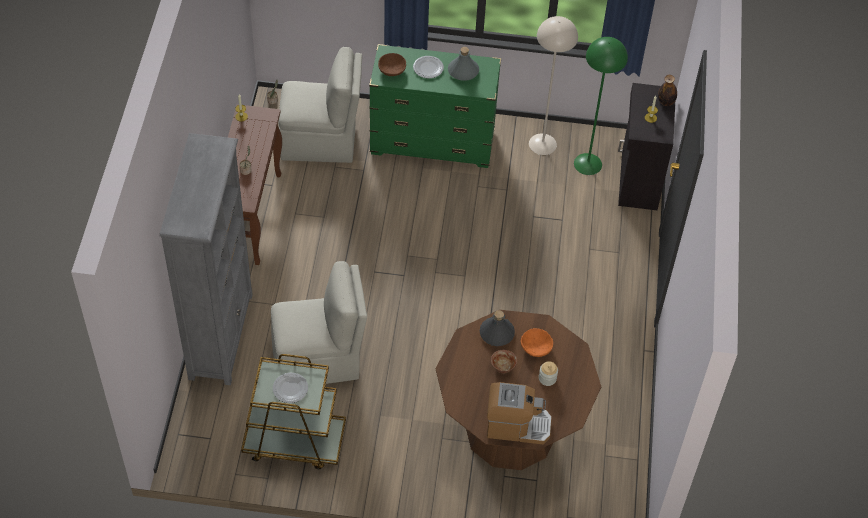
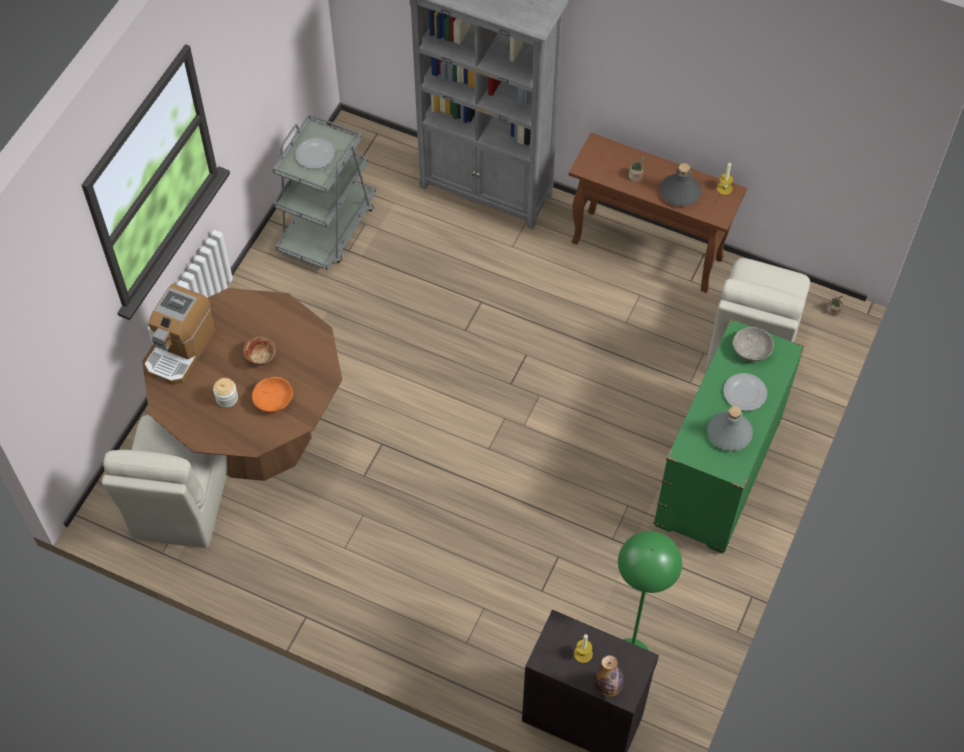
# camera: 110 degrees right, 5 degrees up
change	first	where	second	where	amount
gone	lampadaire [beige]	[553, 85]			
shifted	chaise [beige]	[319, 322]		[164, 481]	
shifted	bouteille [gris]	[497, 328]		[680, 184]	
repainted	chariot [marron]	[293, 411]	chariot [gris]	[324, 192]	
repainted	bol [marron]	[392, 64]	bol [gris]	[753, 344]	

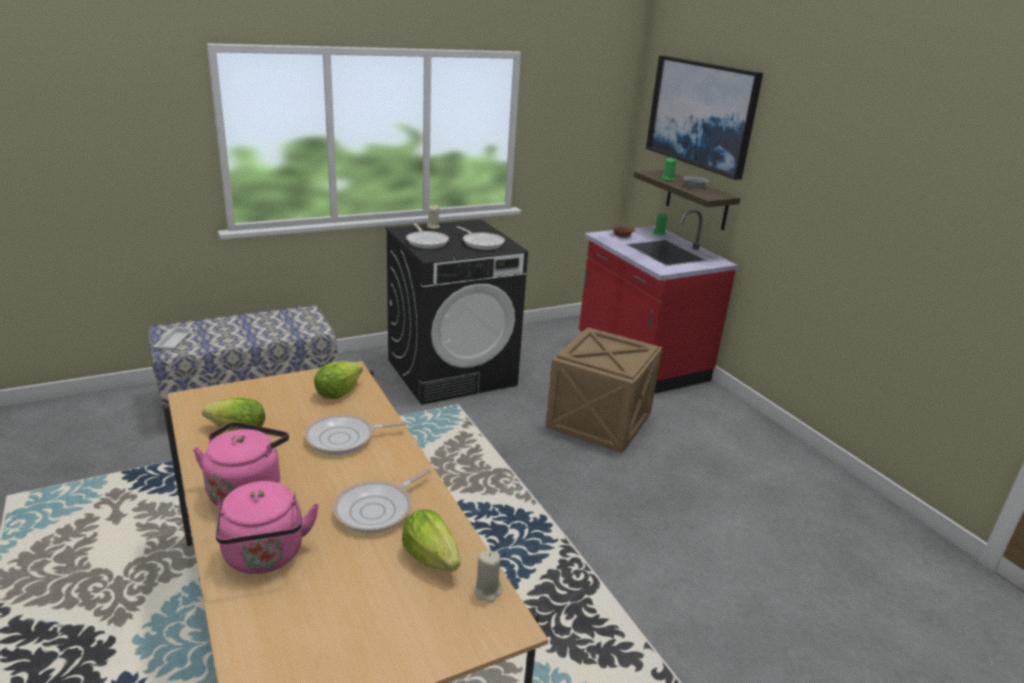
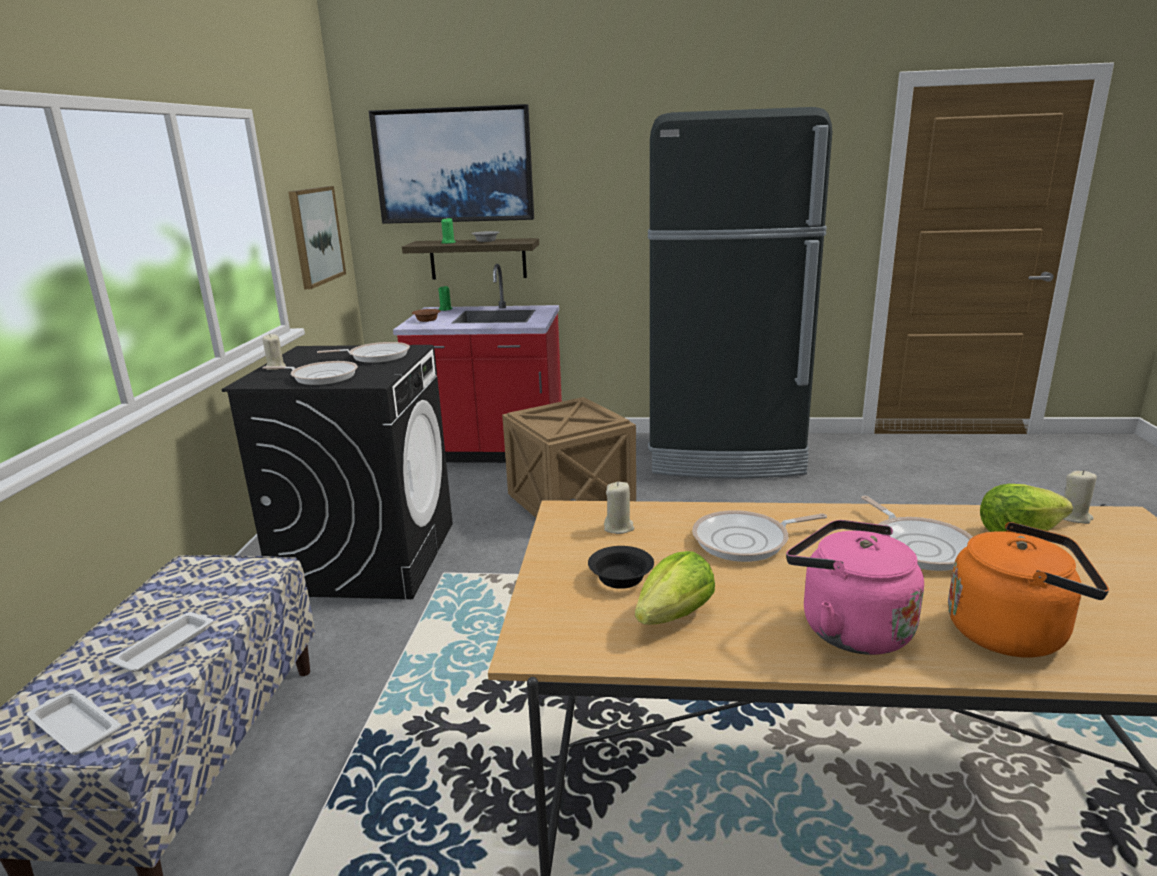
# camera: 55 degrees left, 5 degrees down
change	first	where	second	where	amount
new			plateau [blanc]	[161, 642]	
new			tableau	[317, 237]	
new			bol [noir]	[621, 567]	
new			réfrigérateur [noir]	[740, 292]	
swapped	laitue	[338, 380]	bougie [beige]	[619, 508]	
repainted	bouilloire [rose]	[267, 527]	bouilloire [orange]	[1028, 590]	
rotated	poêle	[356, 434]		[759, 536]	60 degrees clockwise

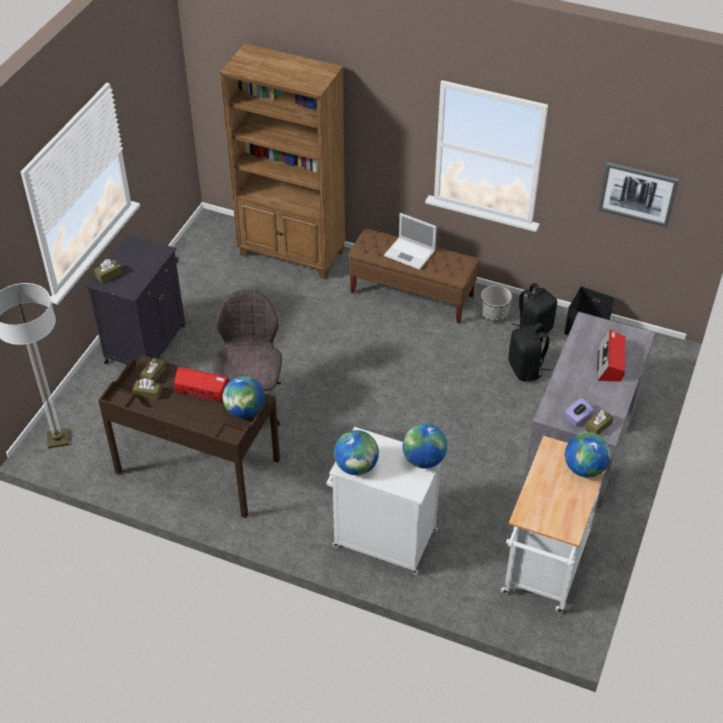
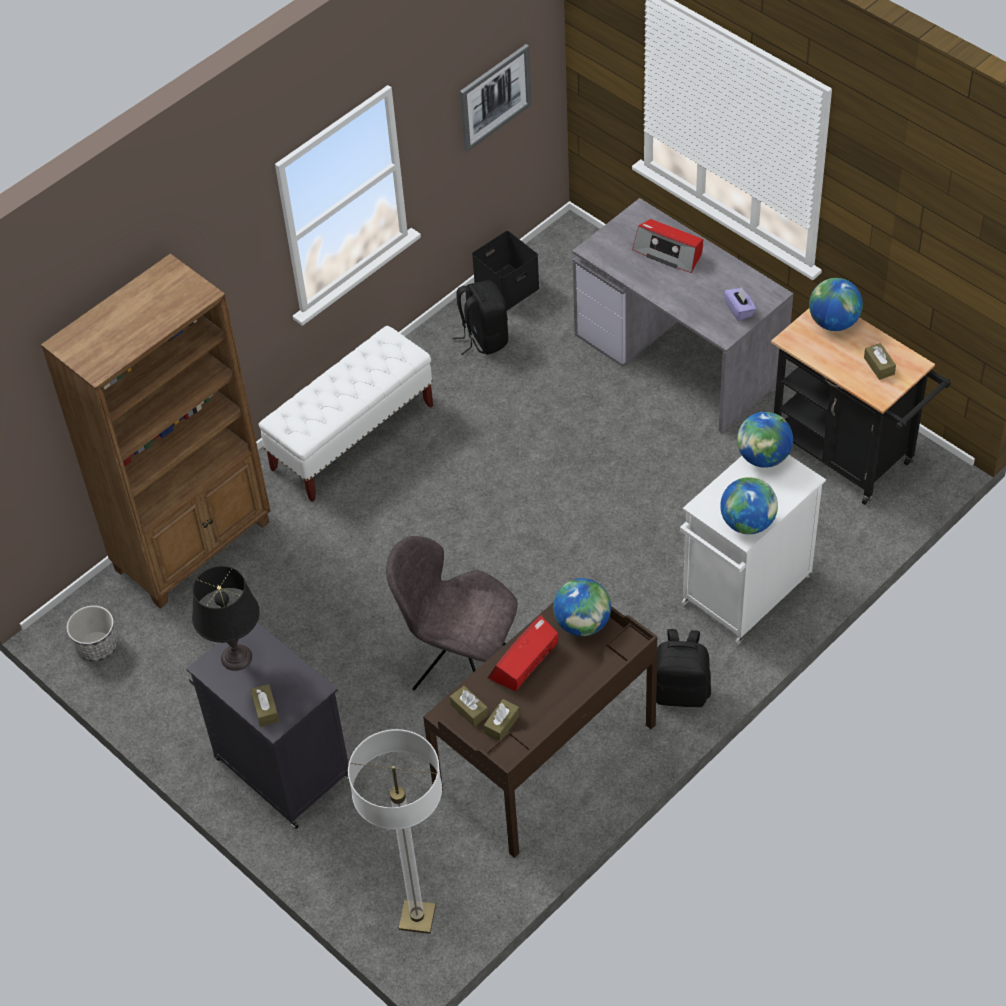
# camera: 65 degrees left, 5 degrees up
change	first	where	second	where	amount
gone	ordinateur portable	[410, 241]			
new			lampe de table [noir]	[226, 618]	
shifted	cache-pot	[496, 303]		[92, 633]	
shifted	sac à dos [noir]	[529, 352]		[683, 668]	
shifted	boîte à mouchoirs [marron]	[599, 422]		[880, 361]	
repainted	banc [marron]	[413, 276]	banc [blanc]	[346, 414]	
repainted	chariot [blanc]	[553, 524]	chariot [noir]	[860, 407]	

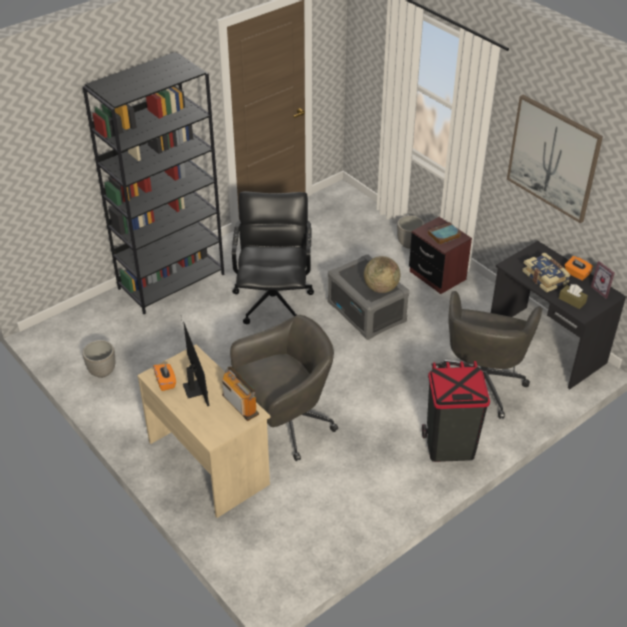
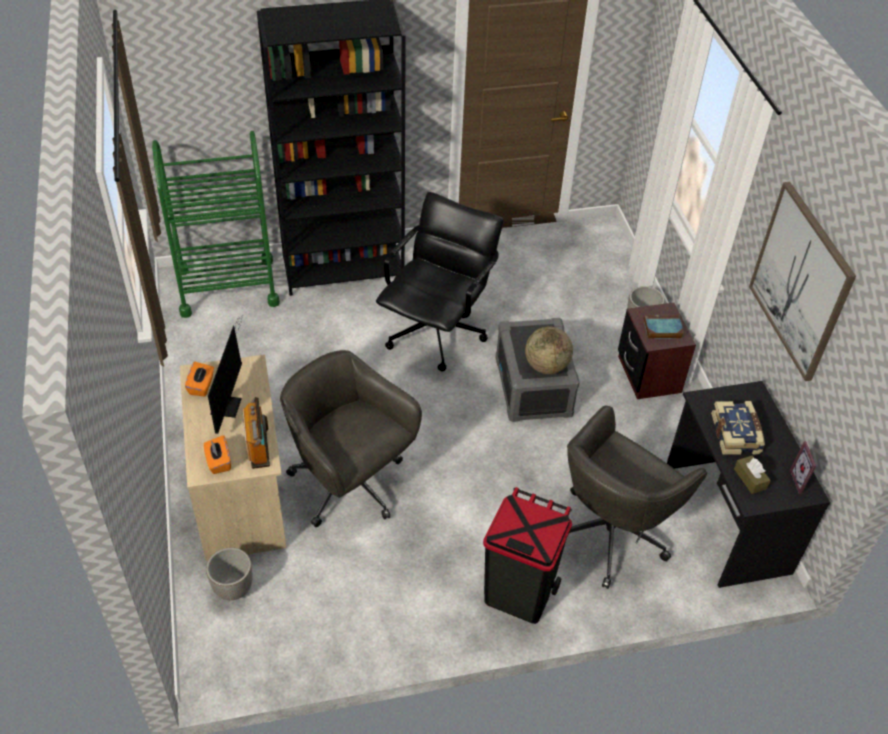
# camera: 25 degrees right, 5 degrees up
change	first	where	second	where	amount
new			chariot [vert]	[216, 224]	
shifted	cache-pot	[98, 359]		[229, 574]	
shifted	boîte à mouchoirs [orange]	[579, 268]		[217, 454]	
rotated	chaise de bureau [gris]	[284, 388]		[351, 438]	135 degrees counterclockwise

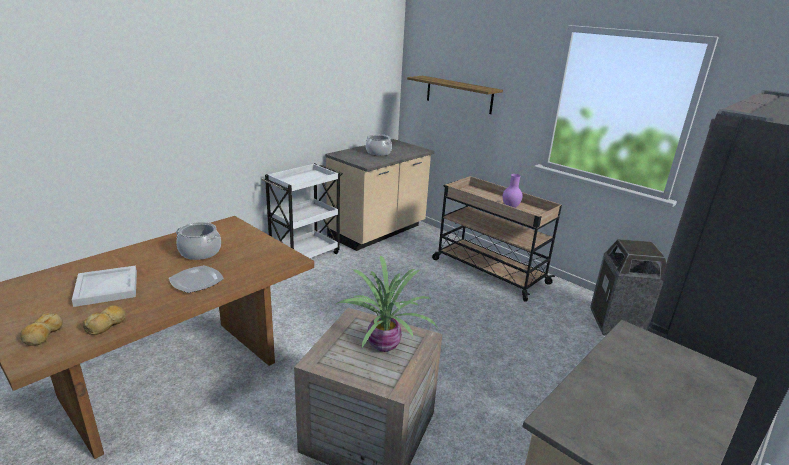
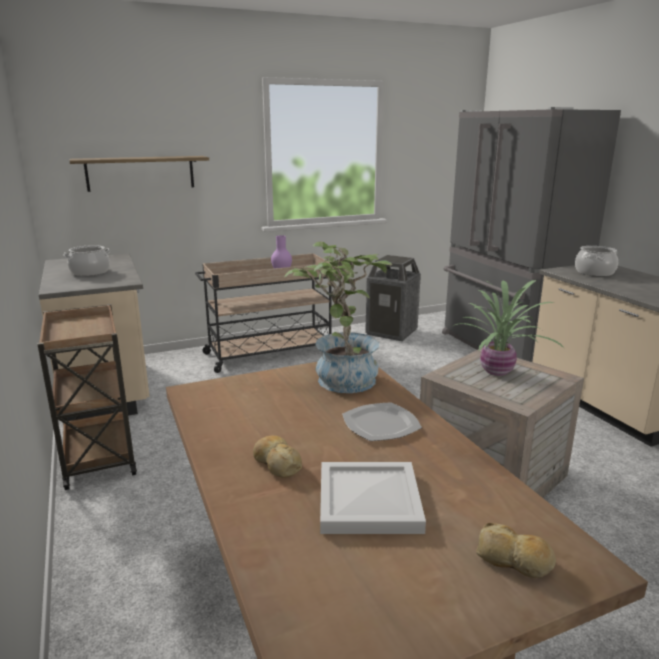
# camera: 65 degrees left, 5 degrees down
change	first	where	second	where	amount
new			plante en pot	[338, 317]	
shifted	pain	[104, 320]		[277, 456]	
shifted	marmite	[198, 241]		[596, 261]	
repainted	chariot [blanc]	[302, 210]	chariot [marron]	[87, 397]	

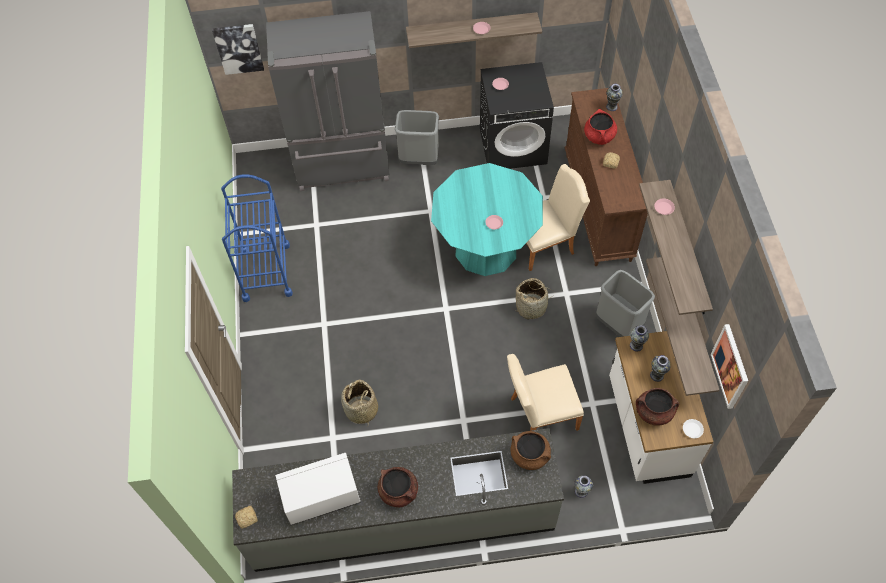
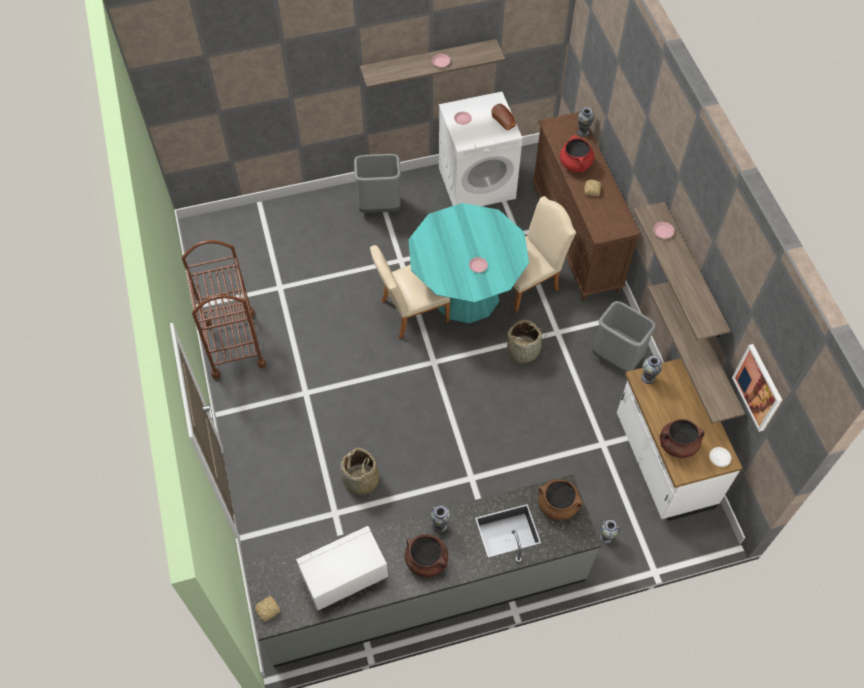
# camera: 10 degrees left, 0 degrees up
change	first	where	second	where	amount
gone	tableau	[238, 49]			
gone	réfrigérateur [gris]	[328, 101]			
new			pain	[503, 117]	
shifted	chaise [beige]	[545, 392]		[410, 292]	
shifted	vase	[660, 368]		[440, 519]	
repainted	chariot [bleu]	[257, 238]	chariot [marron]	[224, 309]	
repainted	lave-linge [noir]	[517, 115]	lave-linge [blanc]	[481, 149]	

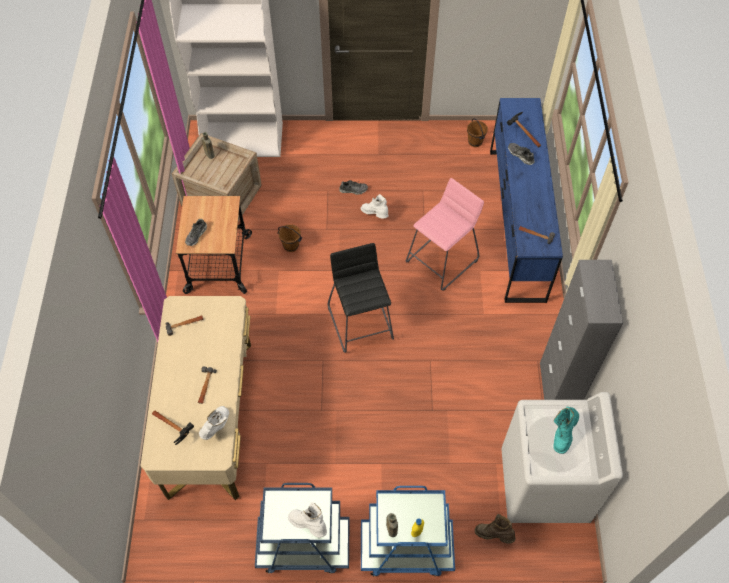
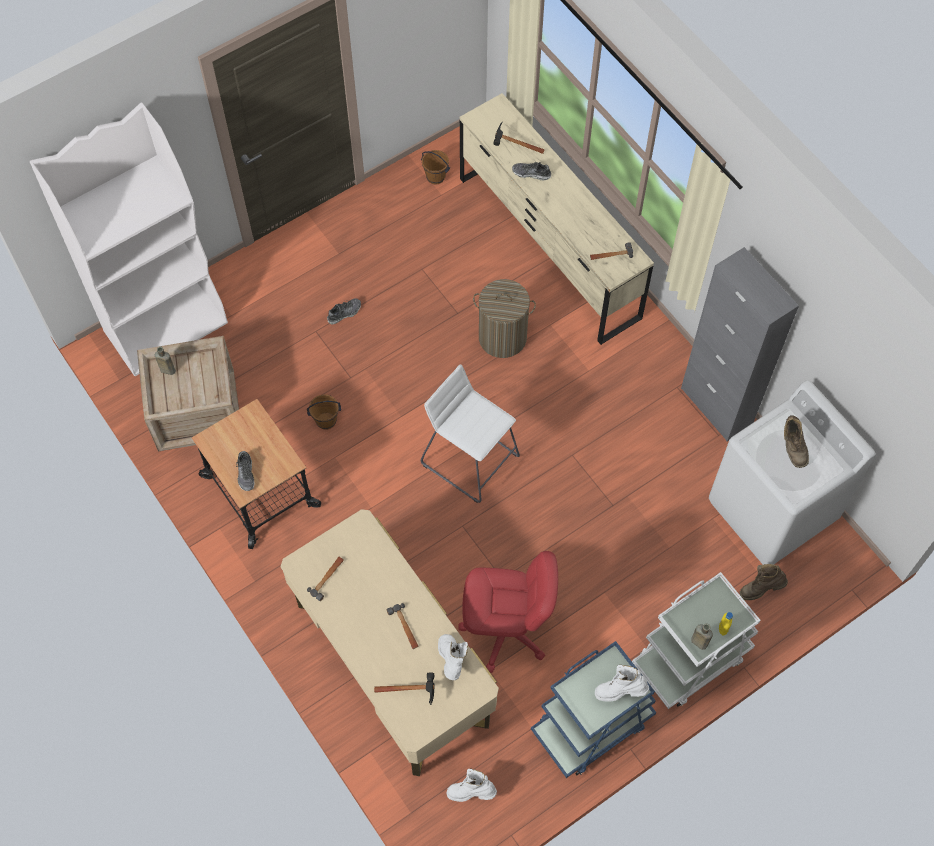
# camera: 35 degrees left, 5 degrees up
change	first	where	second	where	amount
new			chaise de bureau [rouge]	[508, 612]	
shifted	botte [blanc]	[375, 206]		[472, 785]	
swapped	tabouret [rose]	[445, 234]	panier à linge	[504, 318]	
repainted	tabouret [noir]	[361, 298]	tabouret [blanc]	[470, 433]	
repainted	chariot [bleu]	[408, 531]	chariot [blanc]	[696, 640]	
repainted	commode [bleu]	[526, 200]	commode [beige]	[557, 219]	
repainted	botte [turquoise]	[566, 430]	botte [marron]	[796, 441]	

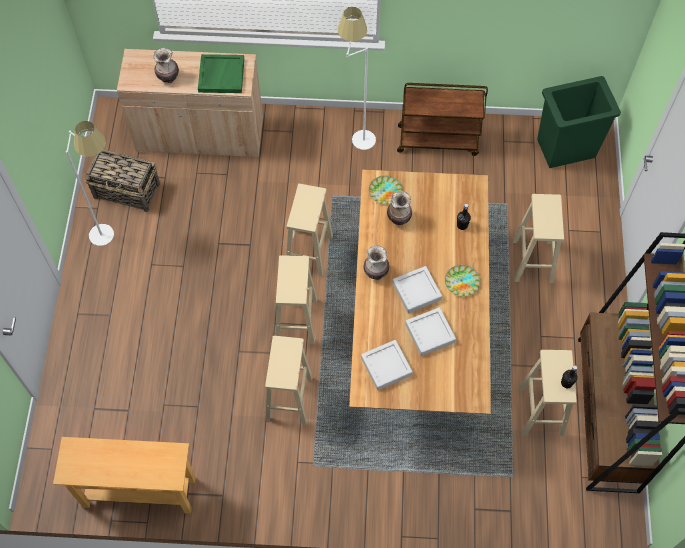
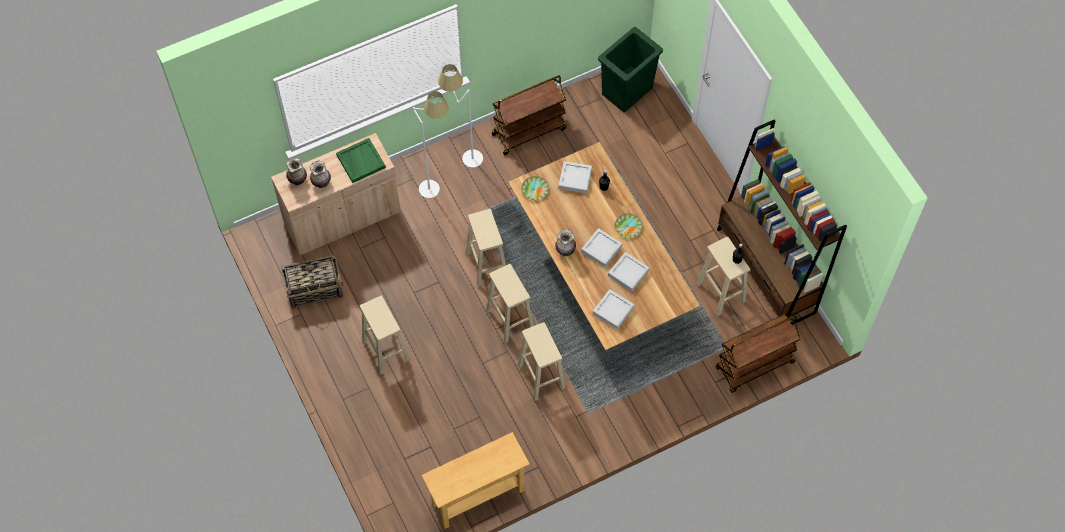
# camera: 30 degrees left, 0 degrees up
change	first	where	second	where	amount
new			plateau [gris]	[575, 177]	
new			chariot [marron]	[758, 353]	
shifted	lampadaire [blanc]	[90, 183]		[431, 144]	
shifted	vase	[399, 208]		[296, 171]	
shifted	tabouret [beige]	[538, 238]		[385, 335]	

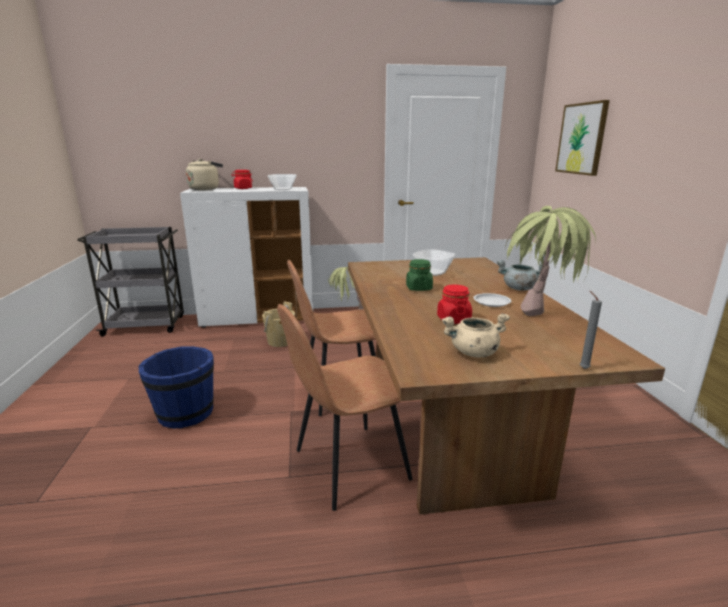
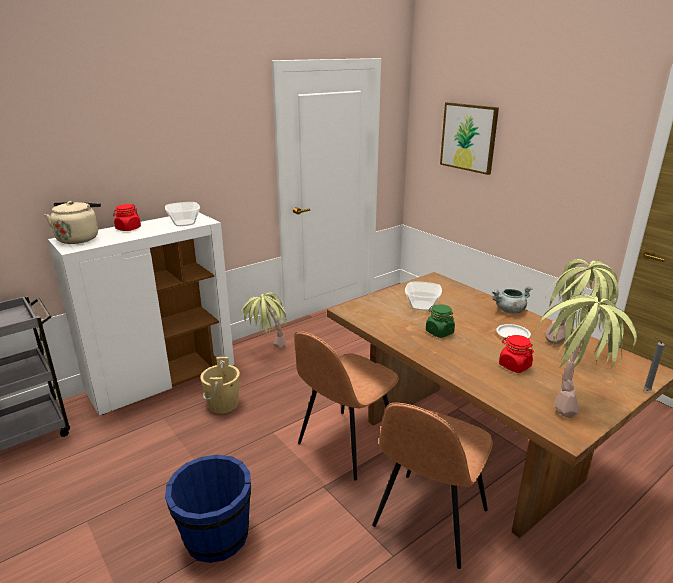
# camera: 30 degrees left, 5 degrees up
change	first	where	second	where	amount
swapped	marmite [beige]	[476, 335]	plante en pot	[587, 356]	

